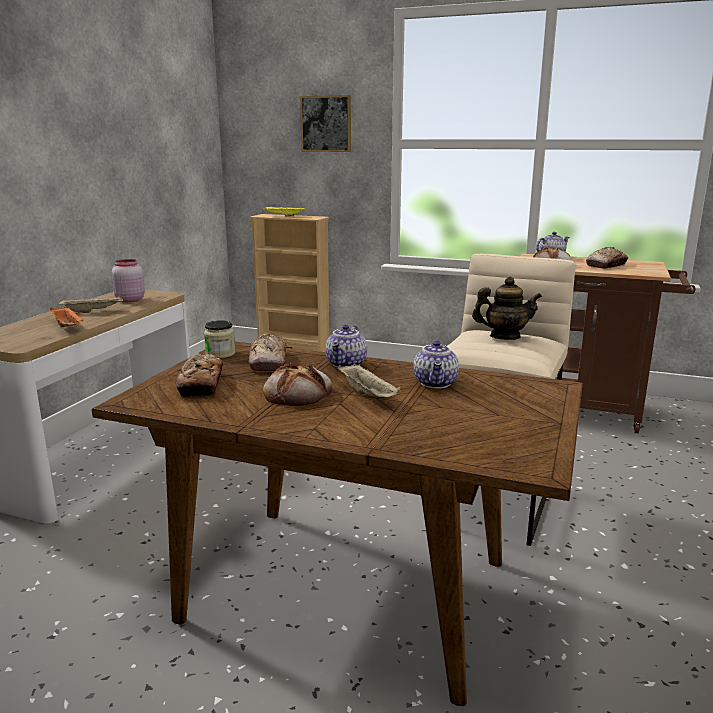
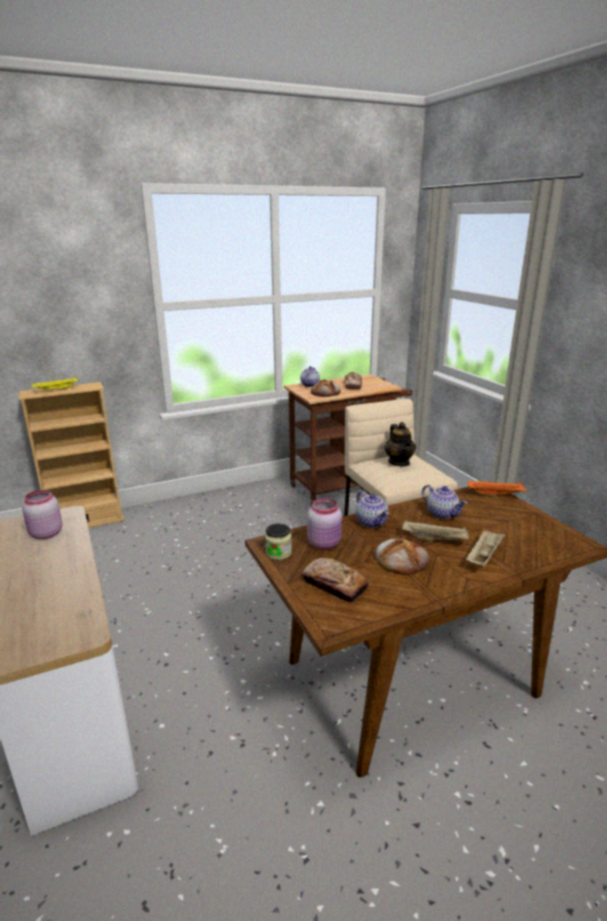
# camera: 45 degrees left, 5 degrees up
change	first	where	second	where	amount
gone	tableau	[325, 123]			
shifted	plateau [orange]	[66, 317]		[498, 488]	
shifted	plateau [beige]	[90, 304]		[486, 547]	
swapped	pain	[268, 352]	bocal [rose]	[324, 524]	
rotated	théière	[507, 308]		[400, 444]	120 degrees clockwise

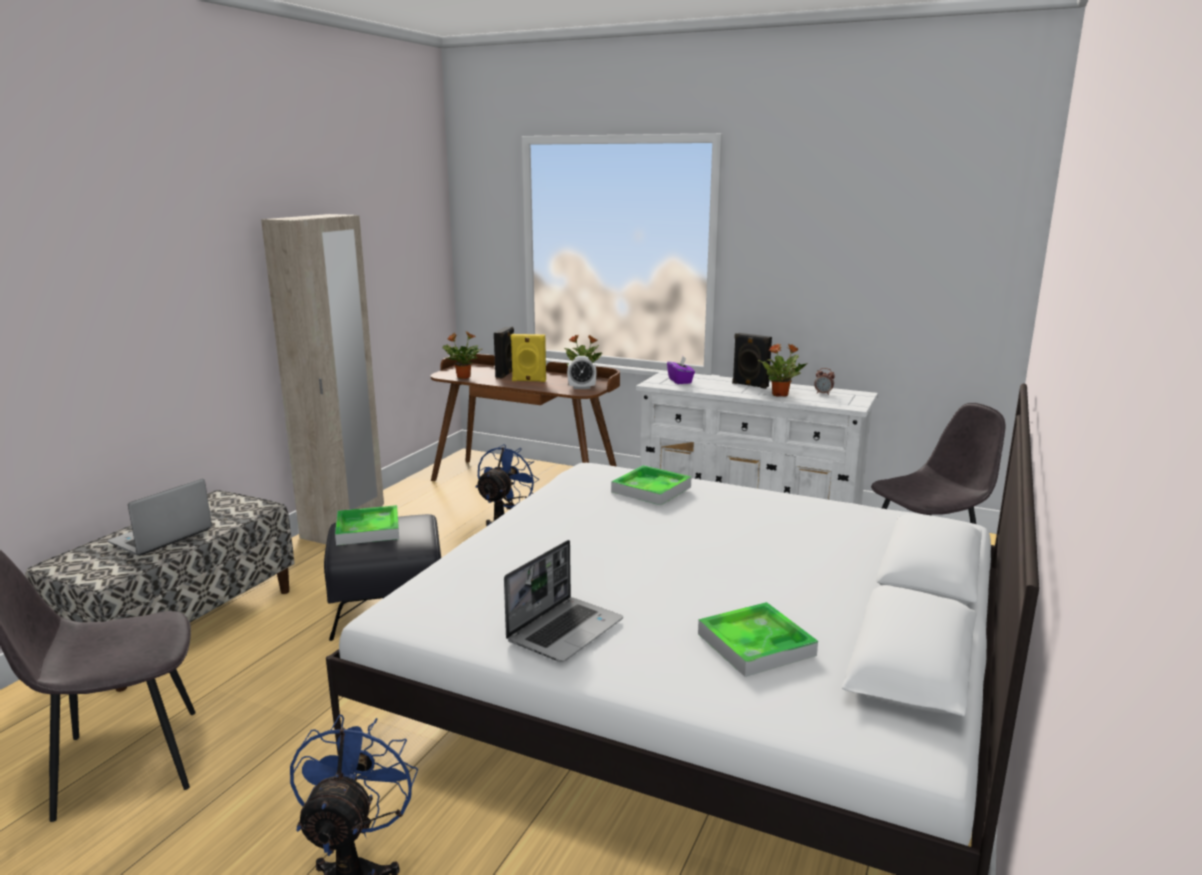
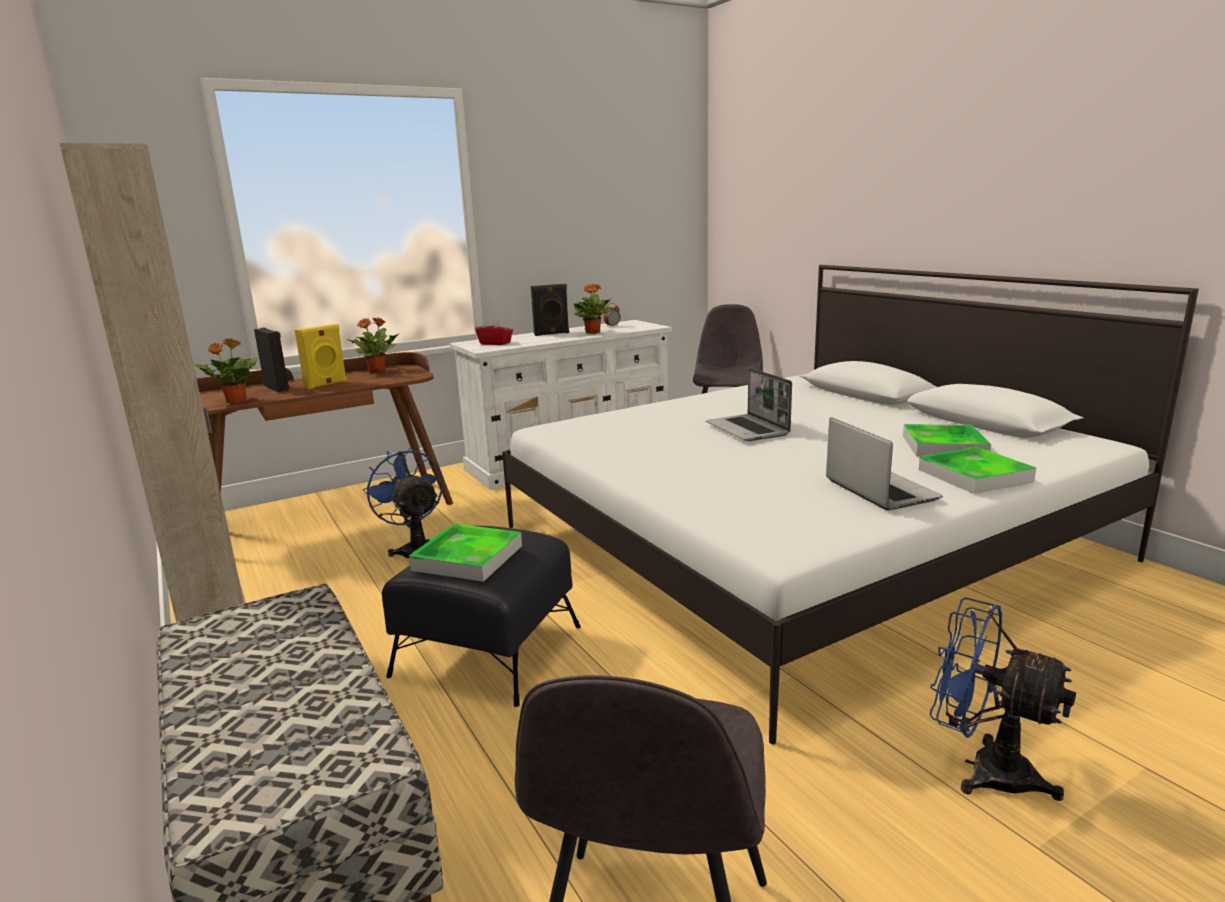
# camera: 55 degrees left, 0 degrees up
change	first	where	second	where	amount
gone	réveil	[581, 372]			
shifted	ordinateur portable	[160, 517]		[749, 404]	
shifted	plateau	[651, 485]		[977, 470]	
repainted	boîte à mouchoirs [violet]	[681, 370]	boîte à mouchoirs [rouge]	[494, 331]	

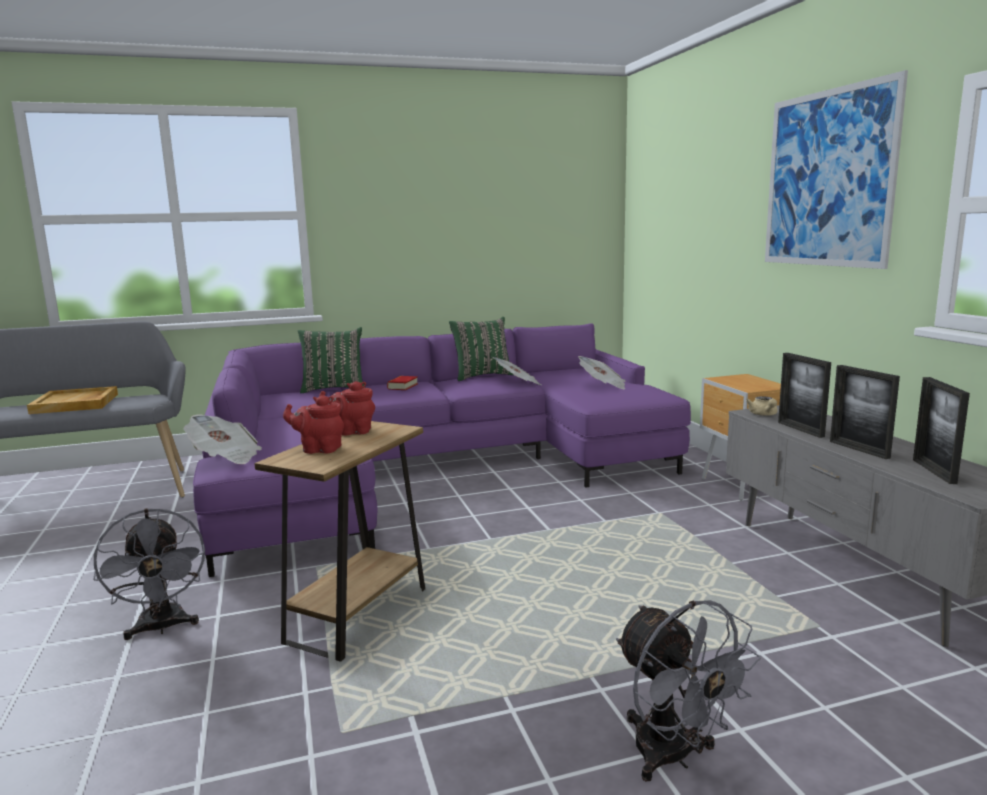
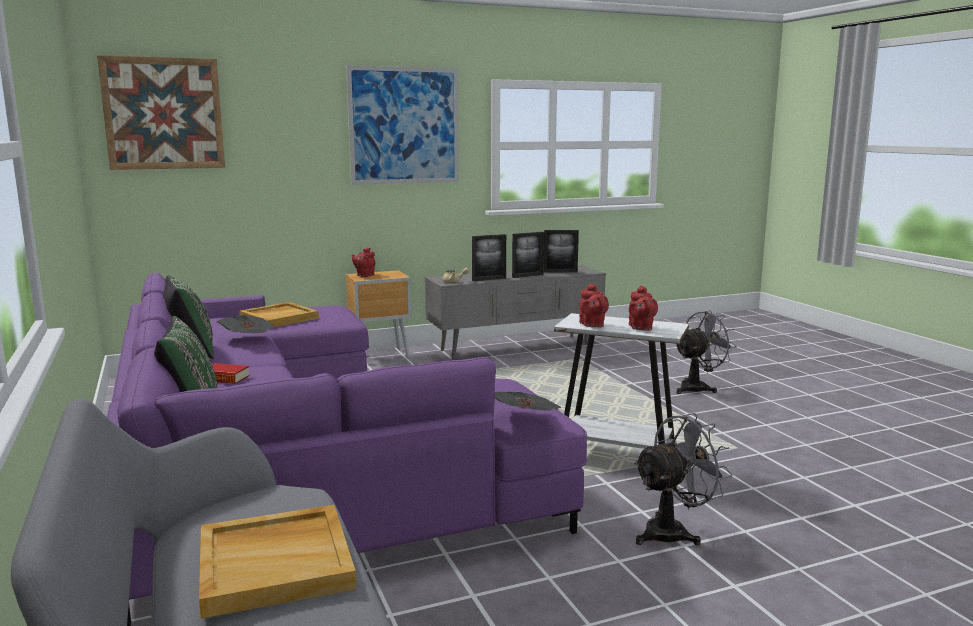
# camera: 95 degrees left, 0 degrees up
change	first	where	second	where	amount
new			tableau	[161, 112]	
new			théière [rouge]	[363, 262]	
swapped	journal	[601, 373]	plateau [beige]	[279, 315]	
repainted	table d'appoint [marron]	[339, 541]	table d'appoint [blanc]	[621, 381]	

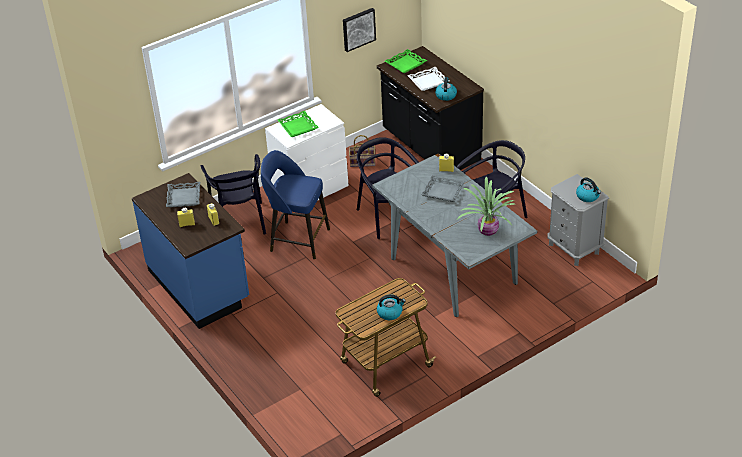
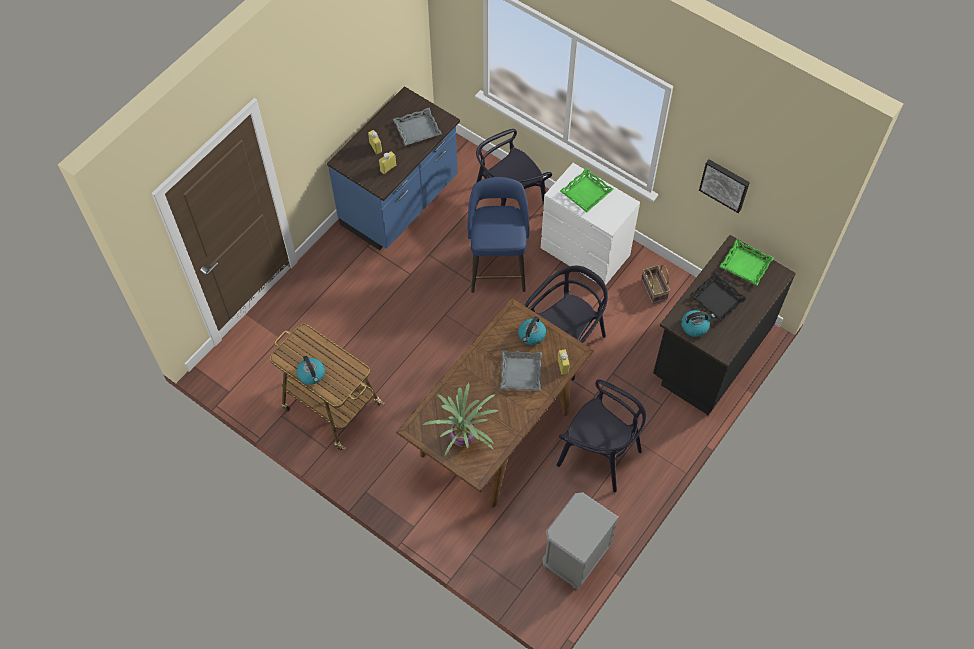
# camera: 70 degrees right, 20 degrees up
change	first	where	second	where	amount
shifted	bouilloire	[588, 189]		[532, 330]	
repainted	table à manger [gris]	[454, 235]	table à manger [marron]	[495, 402]	
repainted	plateau [blanc]	[426, 79]	plateau [noir]	[718, 297]	

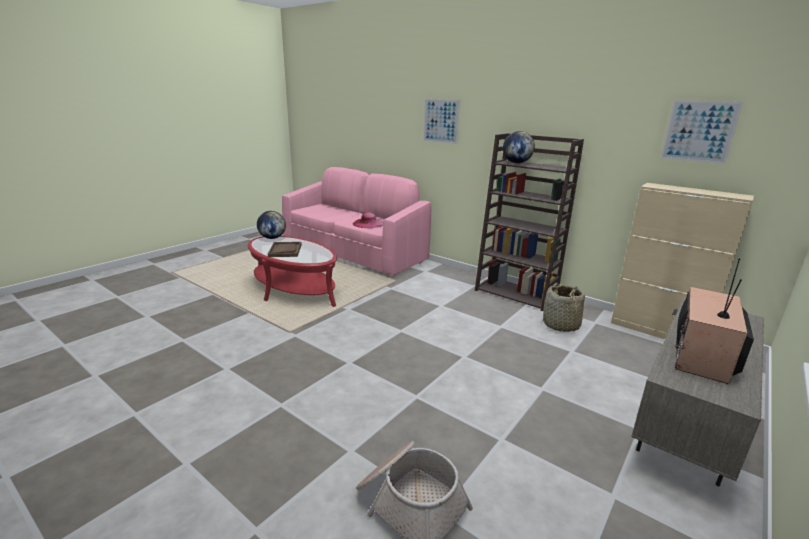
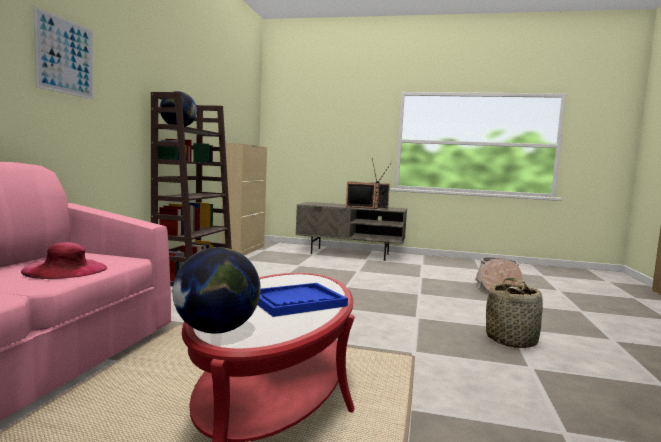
# camera: 115 degrees left, 15 degrees down
change	first	where	second	where	amount
gone	tableau	[702, 132]			
shifted	panier	[564, 307]		[514, 313]	
repainted	plateau [marron]	[285, 249]	plateau [bleu]	[303, 300]	

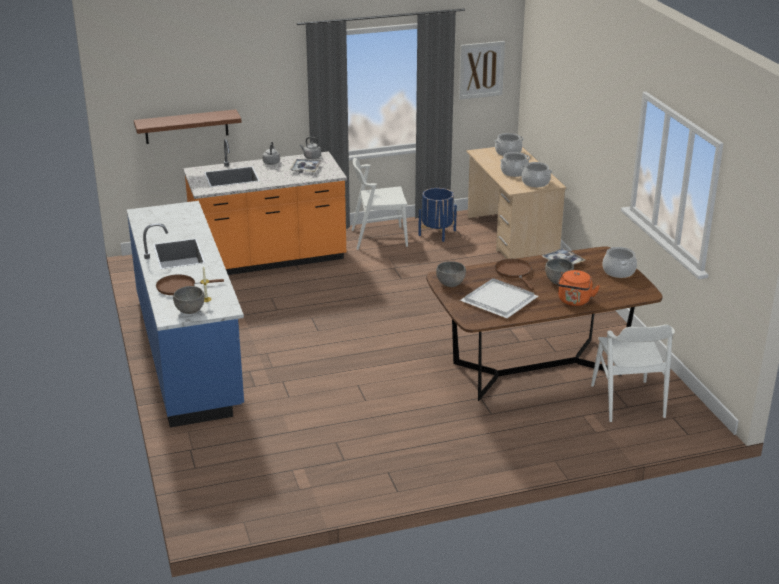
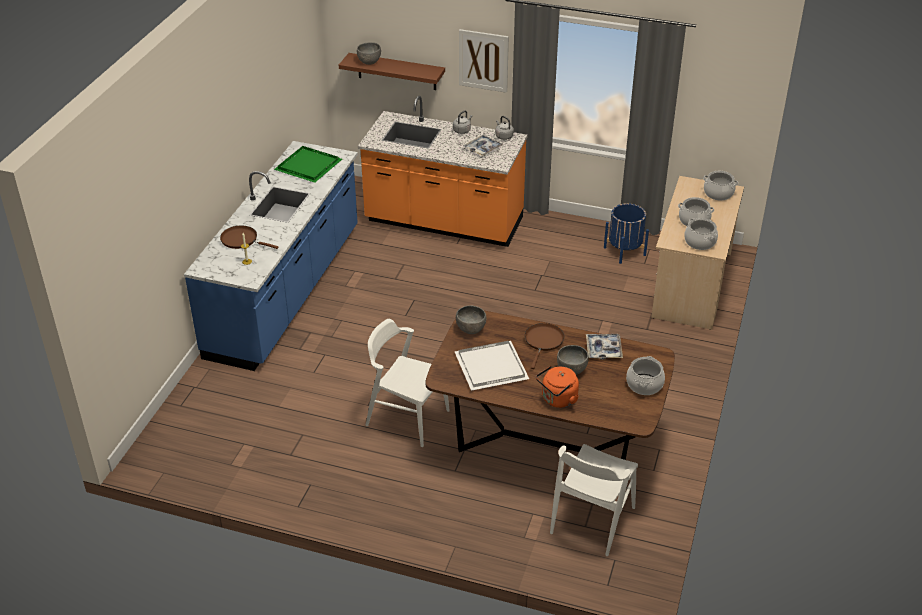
# camera: 35 degrees right, 10 degrees up
change	first	where	second	where	amount
new			plateau [vert]	[308, 164]	
shifted	bol [gris]	[189, 300]		[369, 53]	
shifted	chaise [blanc]	[380, 204]		[408, 383]	
shifted	tableau	[482, 70]		[484, 61]	

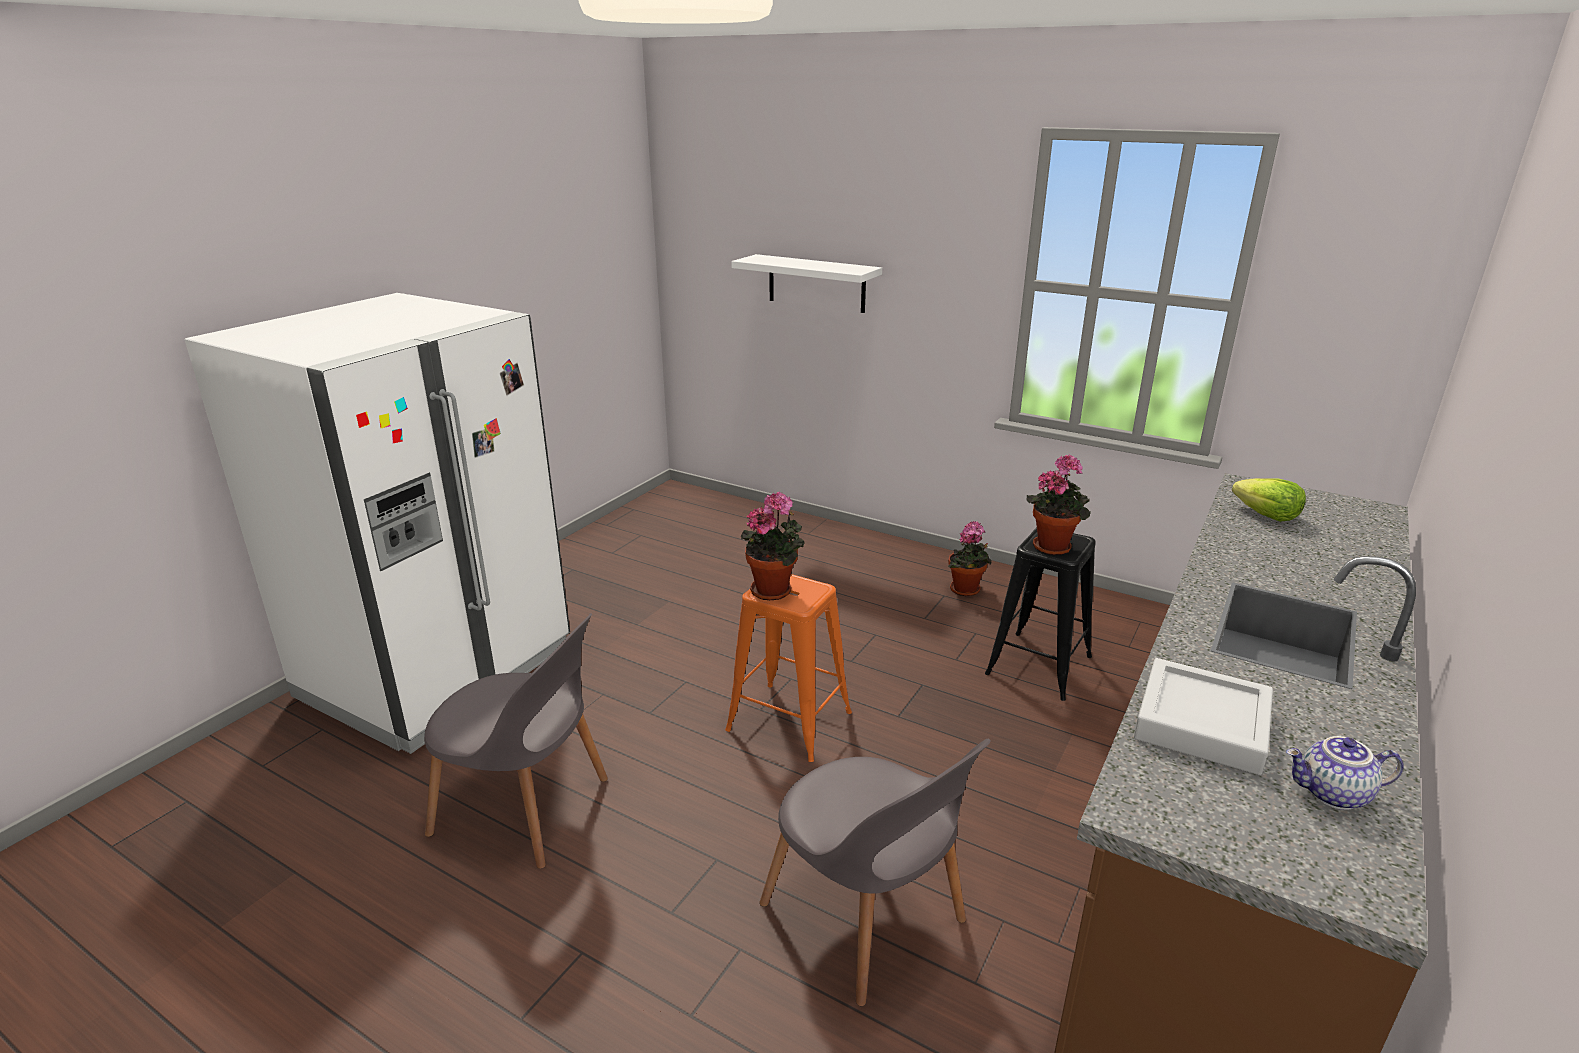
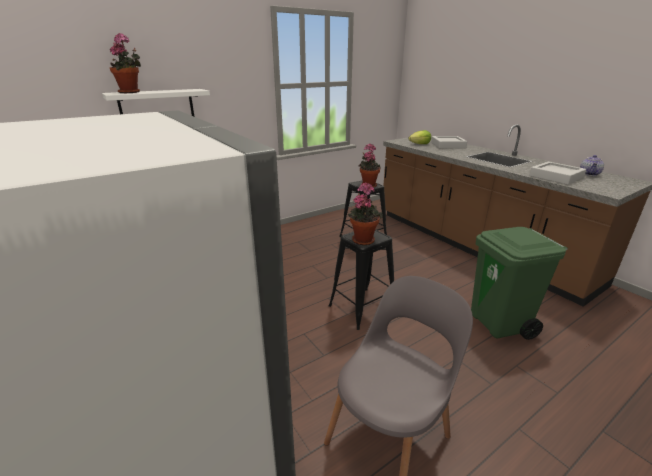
# camera: 65 degrees left, 0 degrees up
change	first	where	second	where	amount
new			plateau [gris]	[449, 142]	
shifted	plante en pot	[970, 558]		[125, 63]	
swapped	chaise [gris]	[875, 872]	poubelle [vert]	[519, 283]	
repainted	tabouret [orange]	[788, 668]	tabouret [noir]	[361, 279]	

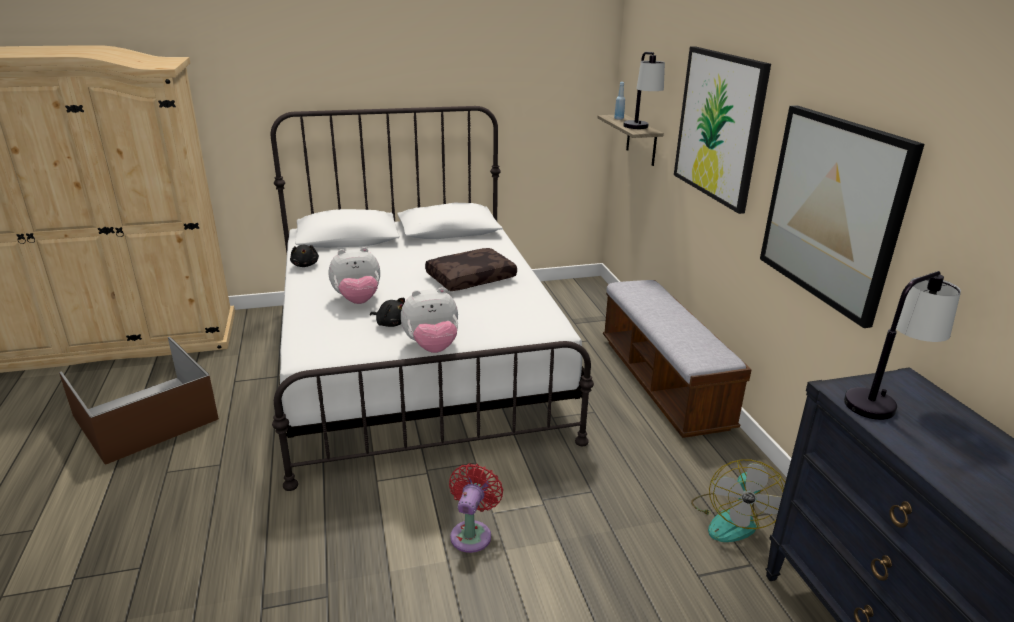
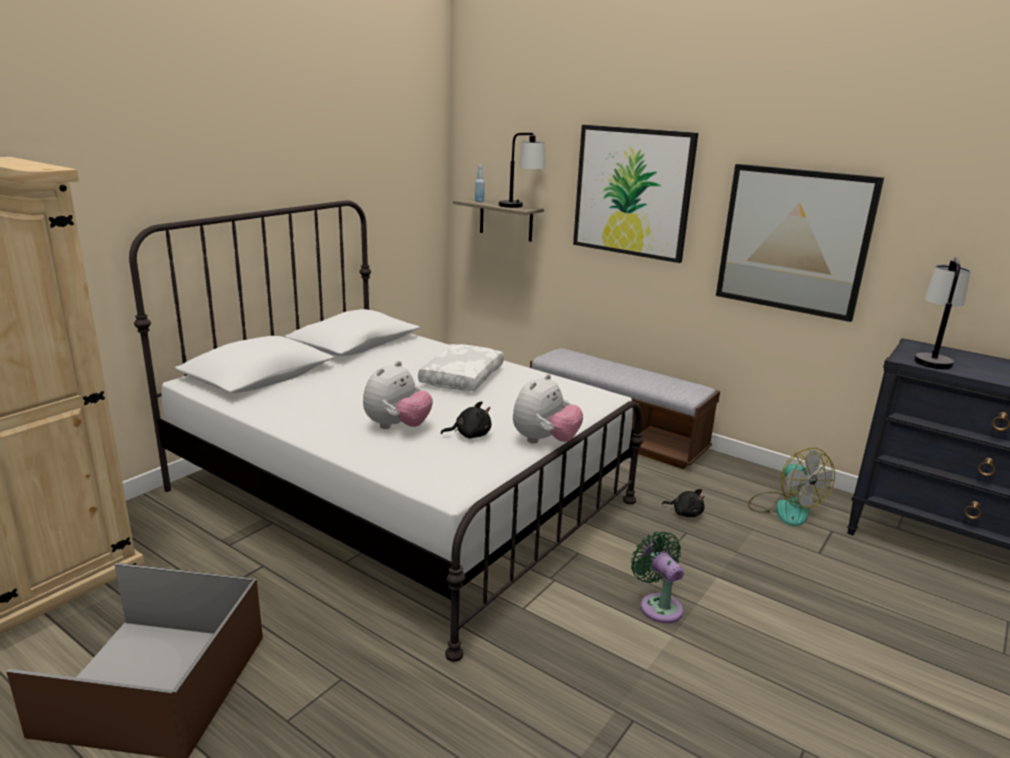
# camera: 40 degrees left, 5 degrees down
change	first	where	second	where	amount
shifted	peluche [noir]	[304, 256]		[683, 503]	
repainted	coussin [marron]	[471, 269]	coussin [blanc]	[461, 367]	
repainted	ventilateur [rouge]	[476, 508]	ventilateur [vert]	[657, 577]	

